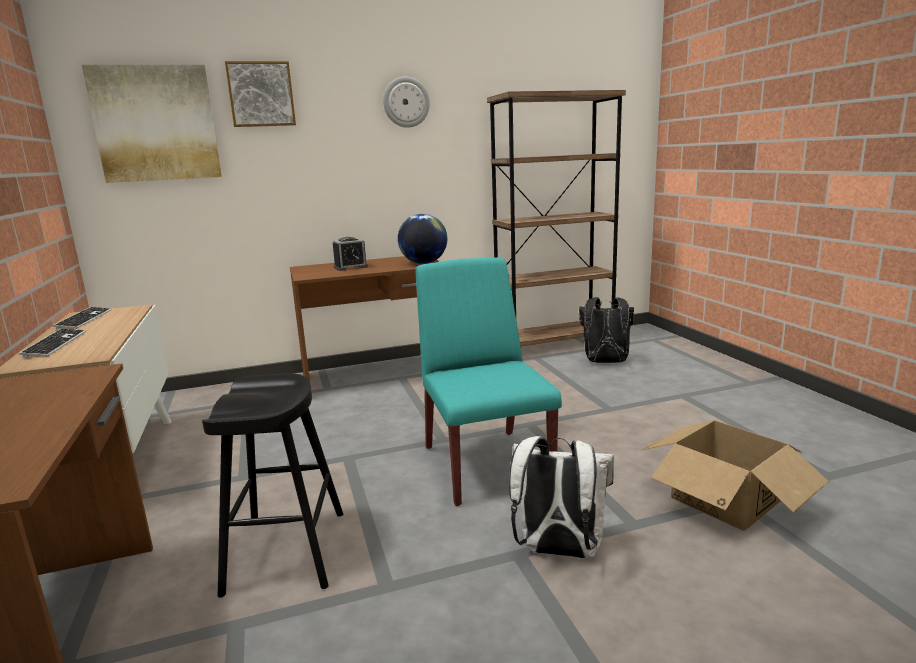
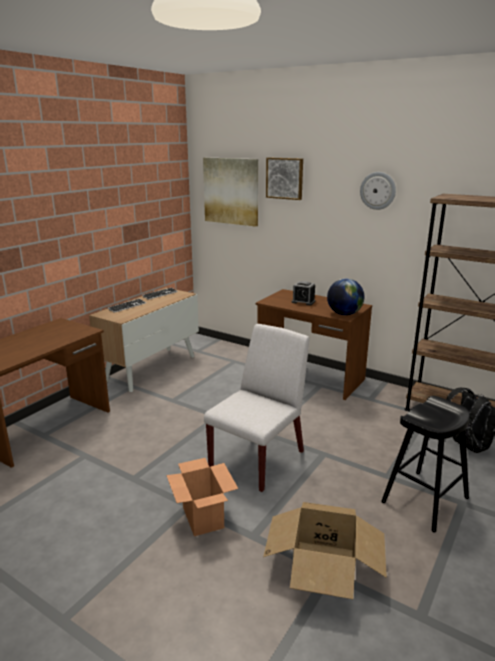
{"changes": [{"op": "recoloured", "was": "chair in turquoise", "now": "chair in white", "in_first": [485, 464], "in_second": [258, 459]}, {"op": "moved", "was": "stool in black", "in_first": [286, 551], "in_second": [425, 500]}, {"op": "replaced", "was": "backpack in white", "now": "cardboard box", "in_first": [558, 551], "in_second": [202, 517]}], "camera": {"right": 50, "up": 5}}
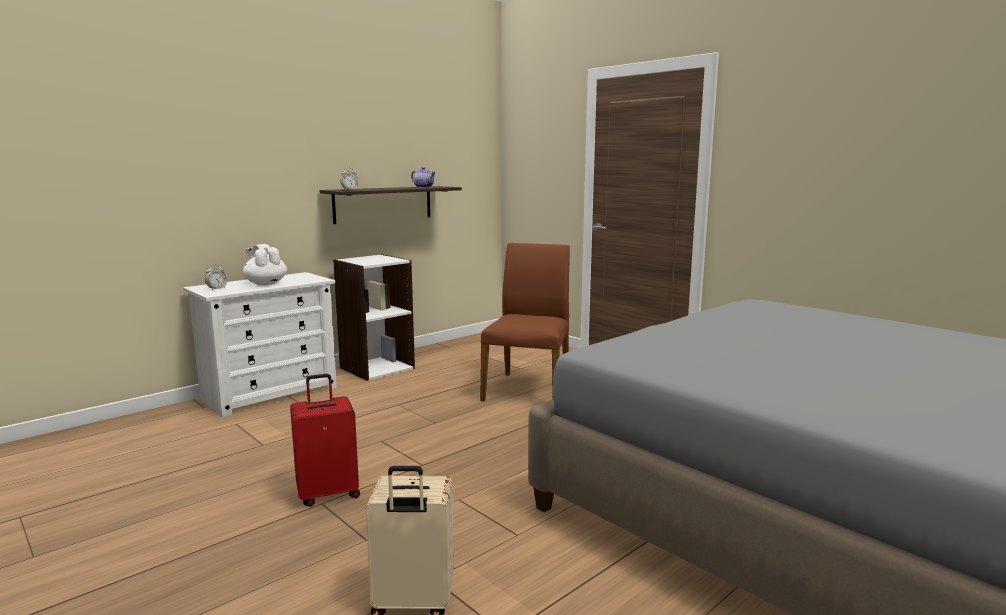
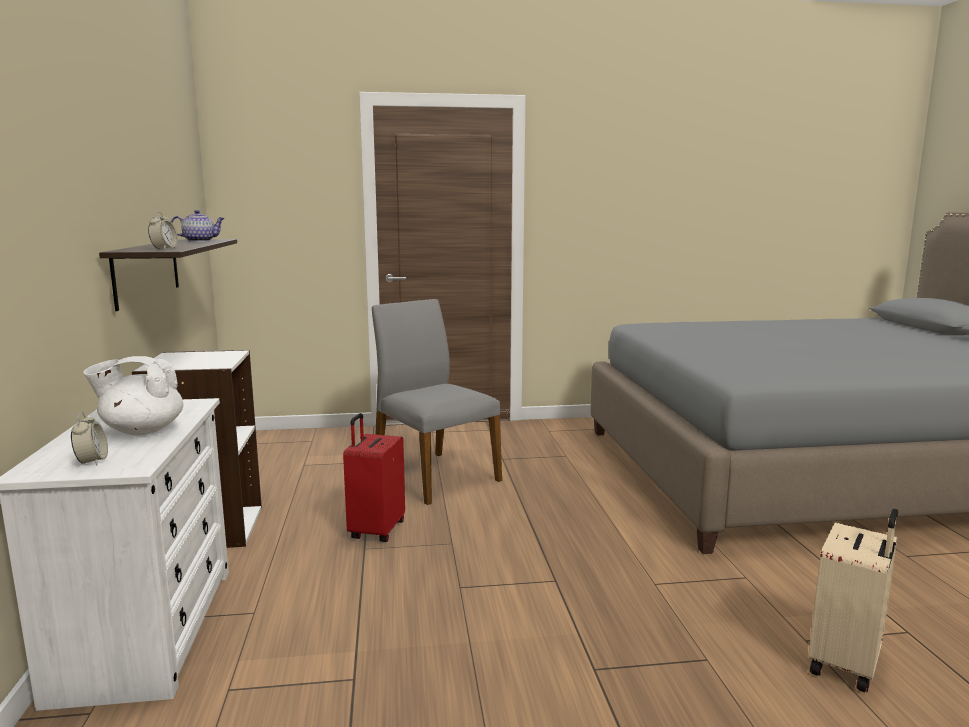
{"changes": [{"op": "recoloured", "was": "chair in brown", "now": "chair in grey", "in_first": [528, 389], "in_second": [434, 476]}, {"op": "moved", "was": "suitcase in red", "in_first": [328, 493], "in_second": [376, 531]}], "camera": {"right": -55, "up": 0}}
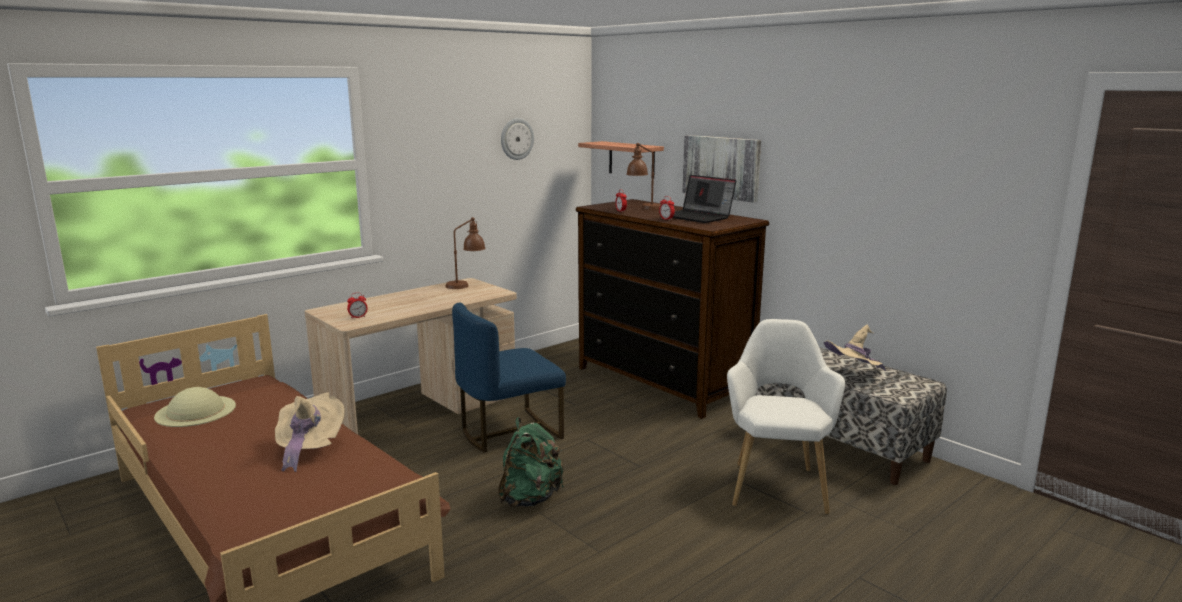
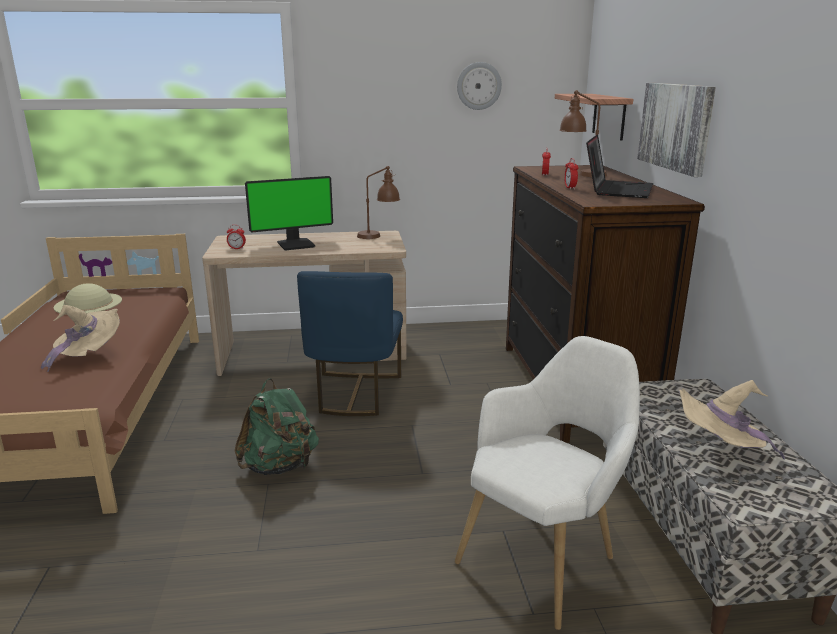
{"changes": [{"op": "turned", "was": "laptop", "in_first": [698, 217], "in_second": [617, 190], "clockwise": -150}, {"op": "turned", "was": "chair in blue", "in_first": [509, 432], "in_second": [355, 394], "clockwise": -90}, {"op": "added", "now": "monitor", "in_second": [296, 244]}], "camera": {"right": 35, "up": 5}}
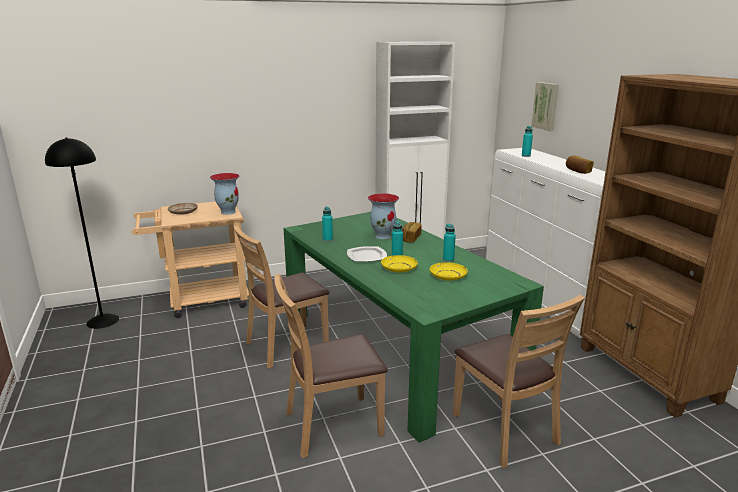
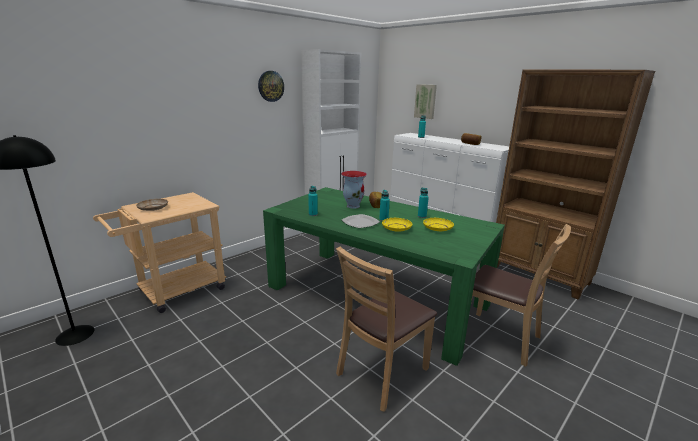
{"changes": [{"op": "removed", "was": "vase", "in_first": [228, 212]}, {"op": "removed", "was": "chair in brown", "in_first": [286, 345]}, {"op": "added", "now": "wall clock", "in_second": [270, 86]}], "camera": {"right": -25, "up": 0}}
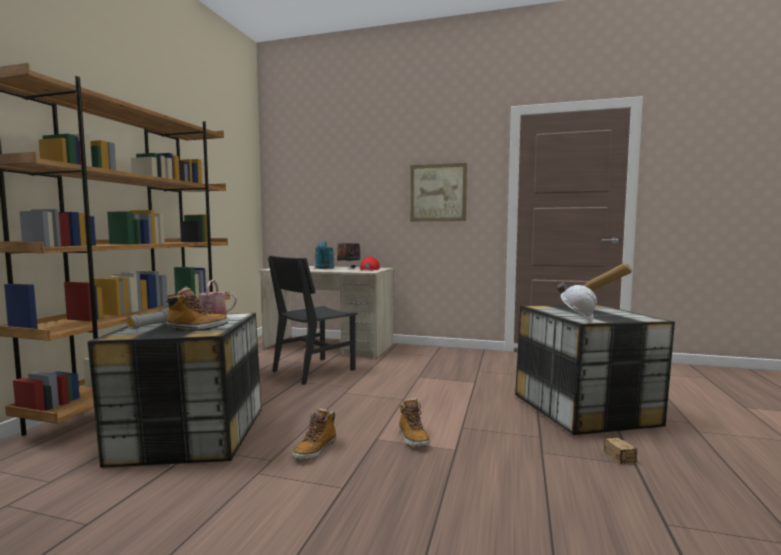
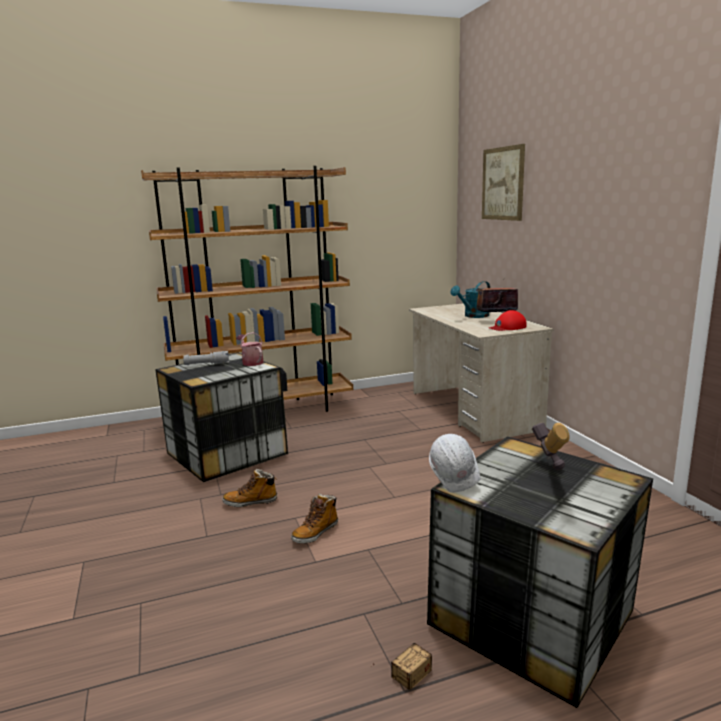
{"changes": [{"op": "moved", "was": "picture", "in_first": [438, 192], "in_second": [503, 183]}, {"op": "removed", "was": "chair in black", "in_first": [314, 370]}, {"op": "removed", "was": "boot", "in_first": [196, 328]}], "camera": {"right": 55, "up": 10}}
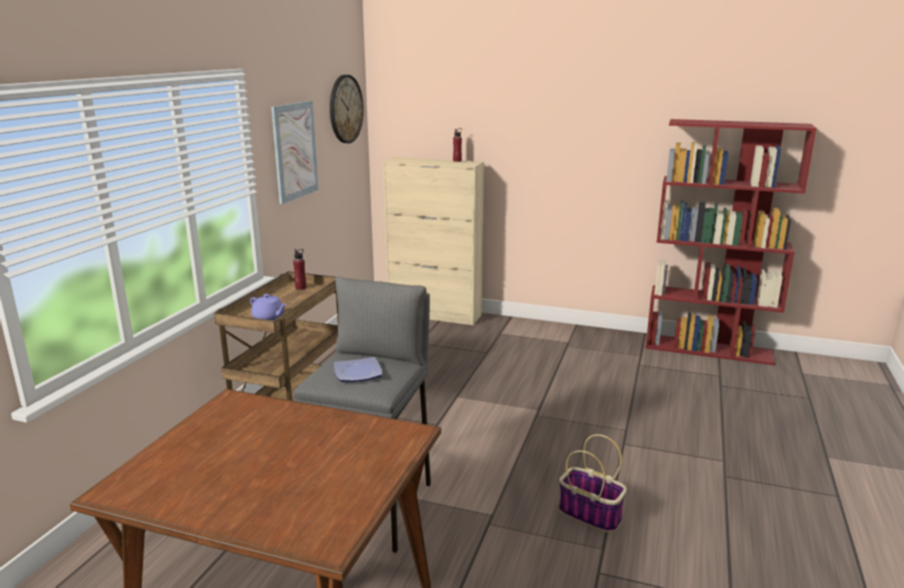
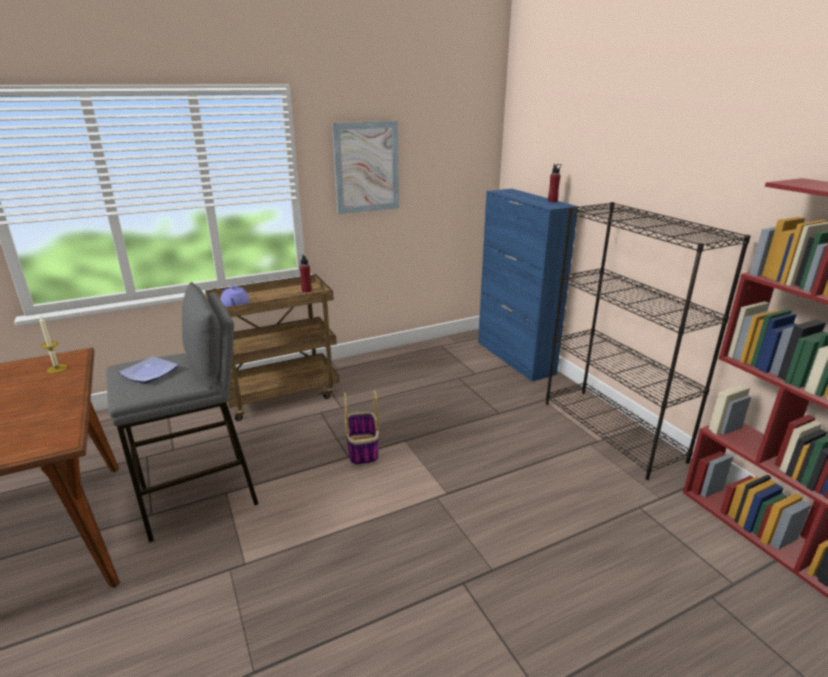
{"changes": [{"op": "removed", "was": "wall clock", "in_first": [345, 109]}, {"op": "recoloured", "was": "cabinet in beige", "now": "cabinet in blue", "in_first": [435, 314], "in_second": [515, 358]}, {"op": "moved", "was": "basket", "in_first": [591, 514], "in_second": [363, 450]}, {"op": "added", "now": "bookcase in black", "in_second": [612, 431]}, {"op": "added", "now": "candle", "in_second": [57, 369]}], "camera": {"right": 45, "up": 5}}
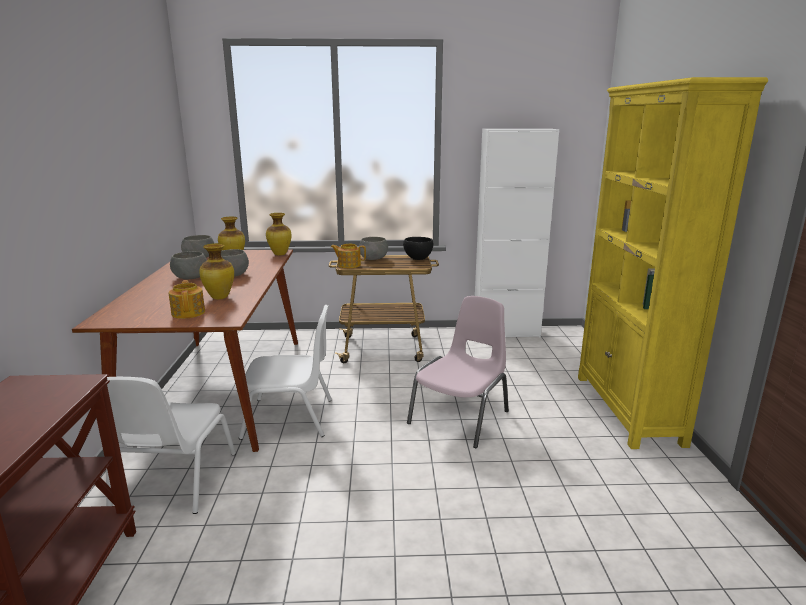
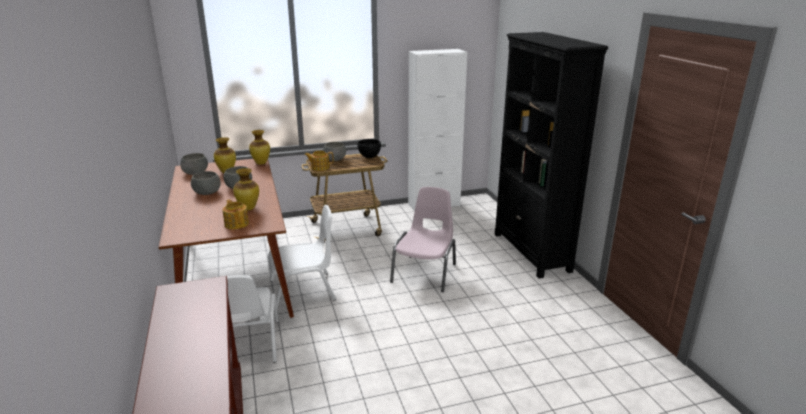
{"changes": [{"op": "recoloured", "was": "bookcase in yellow", "now": "bookcase in black", "in_first": [627, 409], "in_second": [531, 252]}], "camera": {"right": -15, "up": 5}}
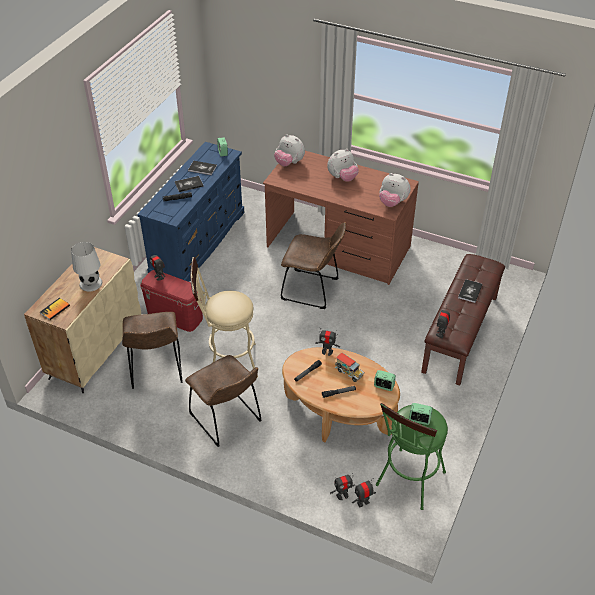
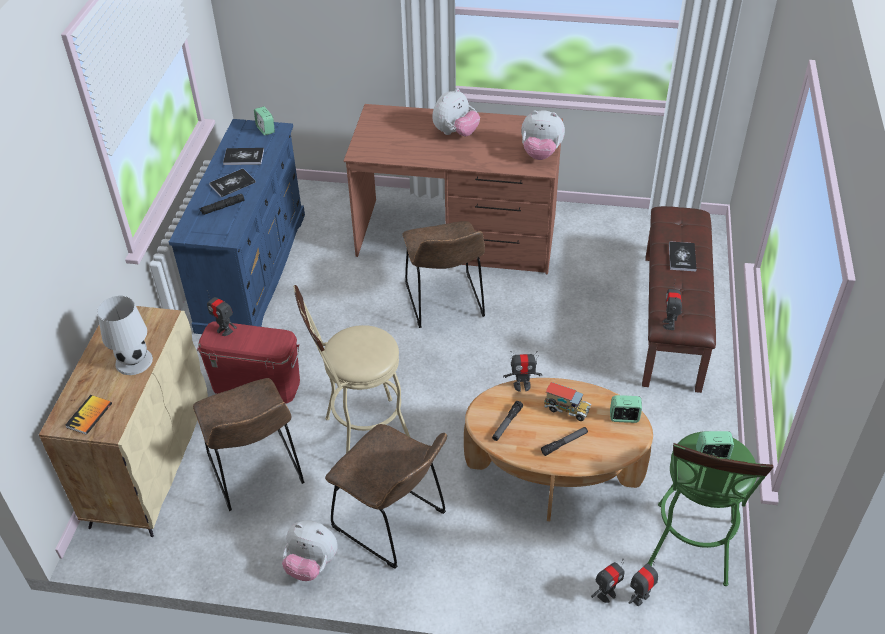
{"changes": [{"op": "moved", "was": "plush toy", "in_first": [289, 163], "in_second": [311, 564]}, {"op": "turned", "was": "chair in brown", "in_first": [313, 290], "in_second": [445, 303], "clockwise": 75}], "camera": {"right": -15, "up": 0}}
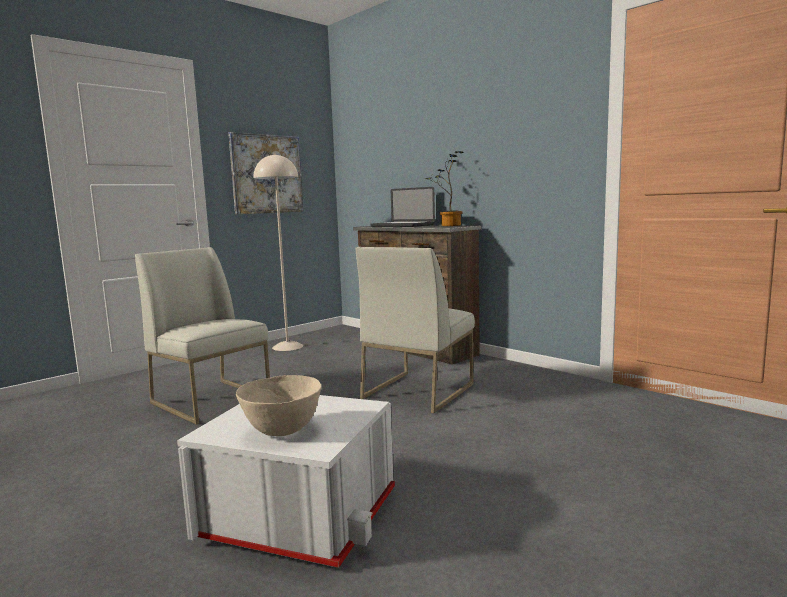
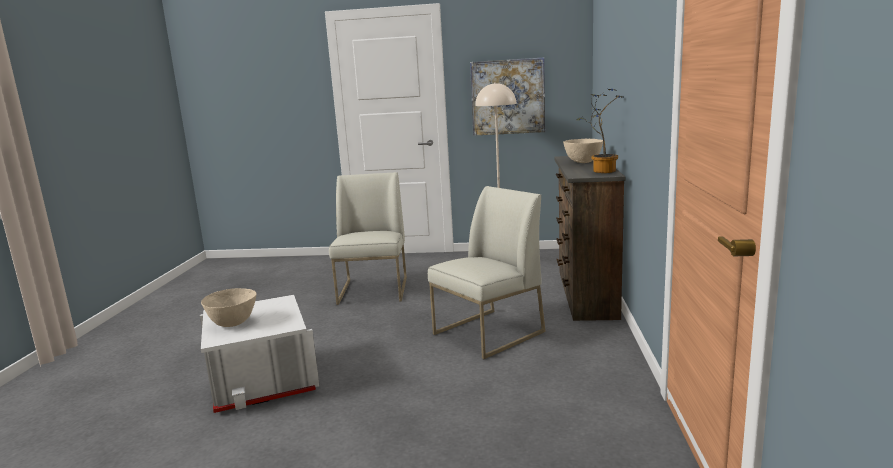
{"changes": [{"op": "replaced", "was": "laptop", "now": "bowl in beige", "in_first": [402, 225], "in_second": [583, 162]}, {"op": "turned", "was": "chair in white", "in_first": [418, 391], "in_second": [488, 333], "clockwise": 150}], "camera": {"right": 50, "up": 5}}
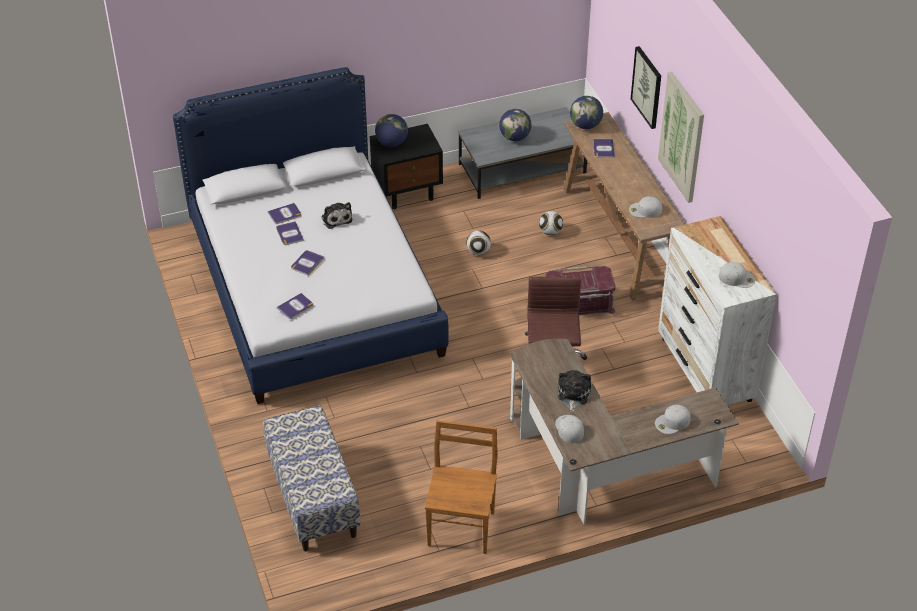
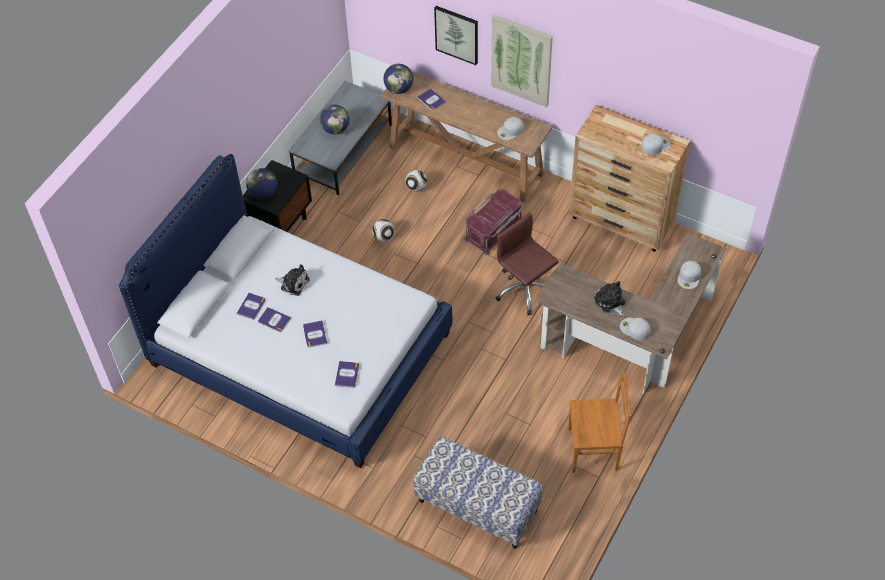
{"changes": [{"op": "recoloured", "was": "dresser in white", "now": "dresser in brown", "in_first": [705, 370], "in_second": [621, 221]}, {"op": "turned", "was": "chair in brown", "in_first": [461, 527], "in_second": [594, 449], "clockwise": 120}], "camera": {"right": -40, "up": 10}}
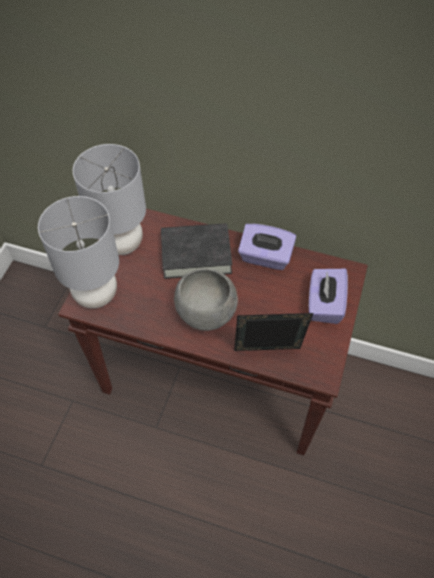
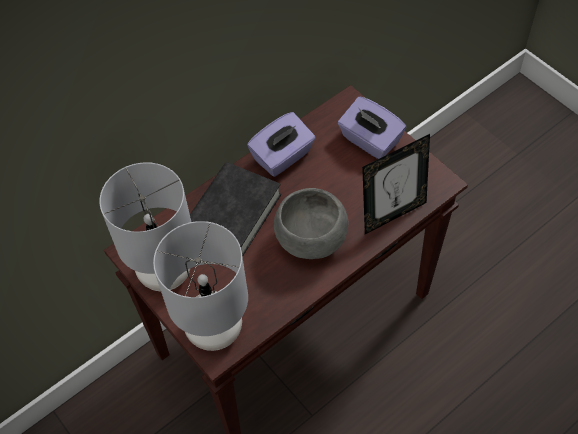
{"changes": [{"op": "turned", "was": "picture frame", "in_first": [267, 354], "in_second": [392, 214], "clockwise": -150}], "camera": {"right": -55, "up": 0}}
